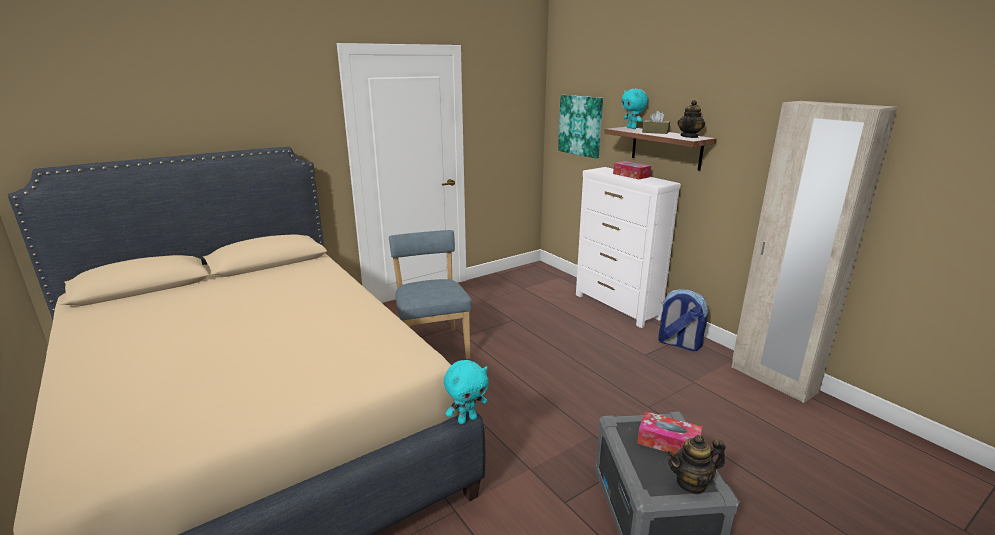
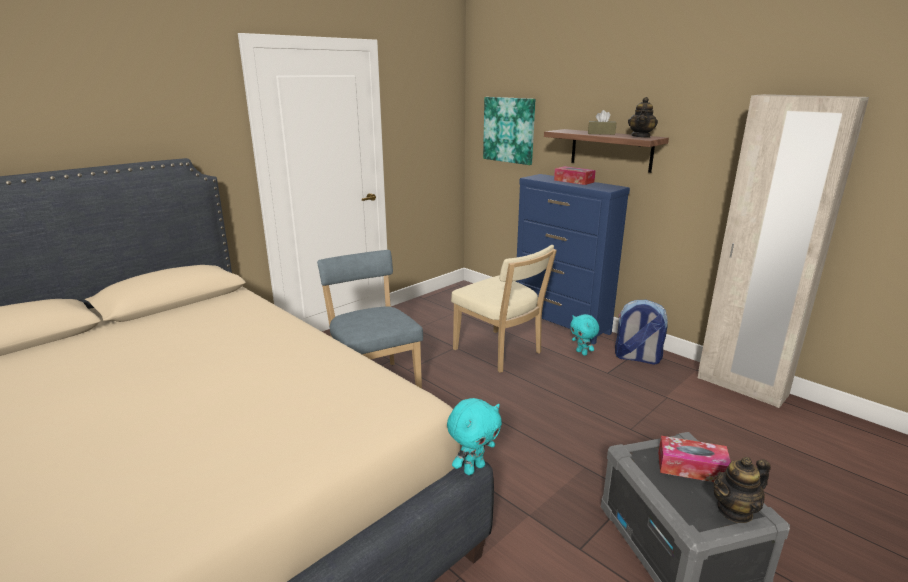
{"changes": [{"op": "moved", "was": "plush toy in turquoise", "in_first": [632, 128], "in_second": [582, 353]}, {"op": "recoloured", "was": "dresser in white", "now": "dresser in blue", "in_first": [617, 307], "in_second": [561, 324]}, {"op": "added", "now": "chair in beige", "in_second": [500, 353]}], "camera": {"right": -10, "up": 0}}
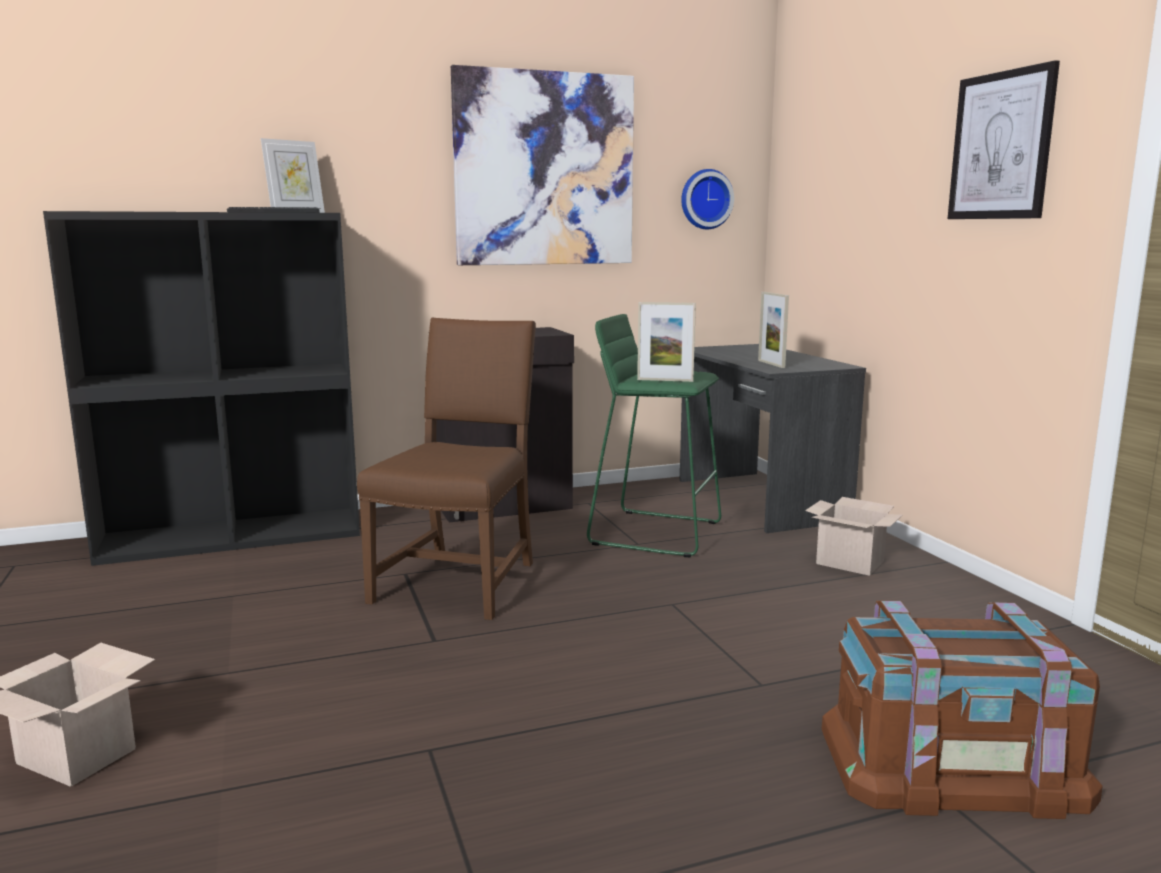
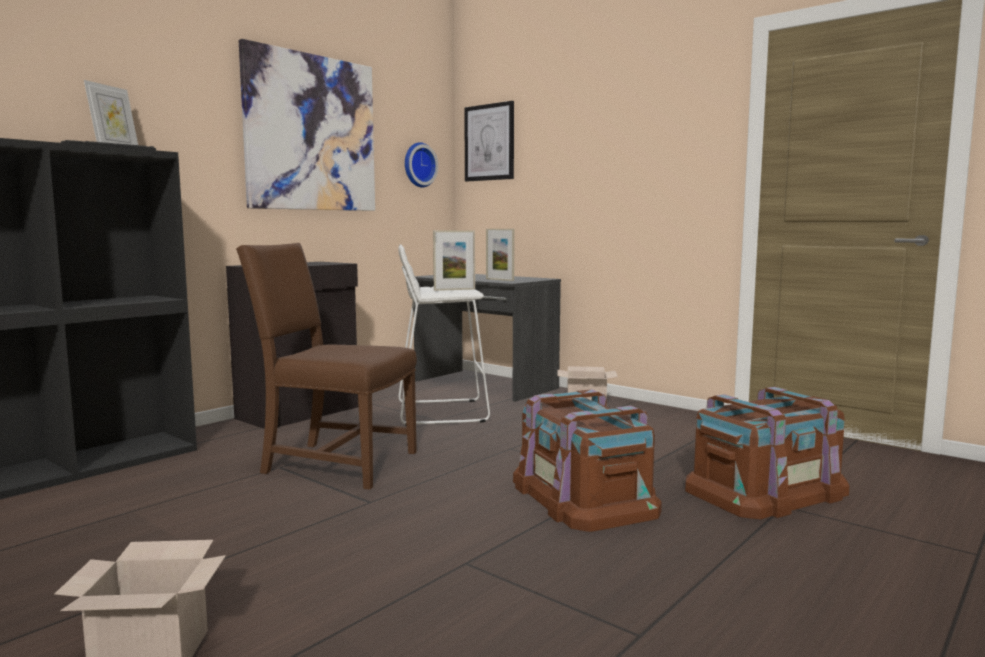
{"changes": [{"op": "moved", "was": "picture", "in_first": [1001, 146], "in_second": [489, 142]}, {"op": "recoloured", "was": "stool in green", "now": "stool in white", "in_first": [655, 533], "in_second": [441, 412]}, {"op": "turned", "was": "chair in brown", "in_first": [460, 581], "in_second": [335, 463], "clockwise": -60}, {"op": "added", "now": "storage box in brown", "in_second": [584, 496]}], "camera": {"right": -30, "up": -5}}
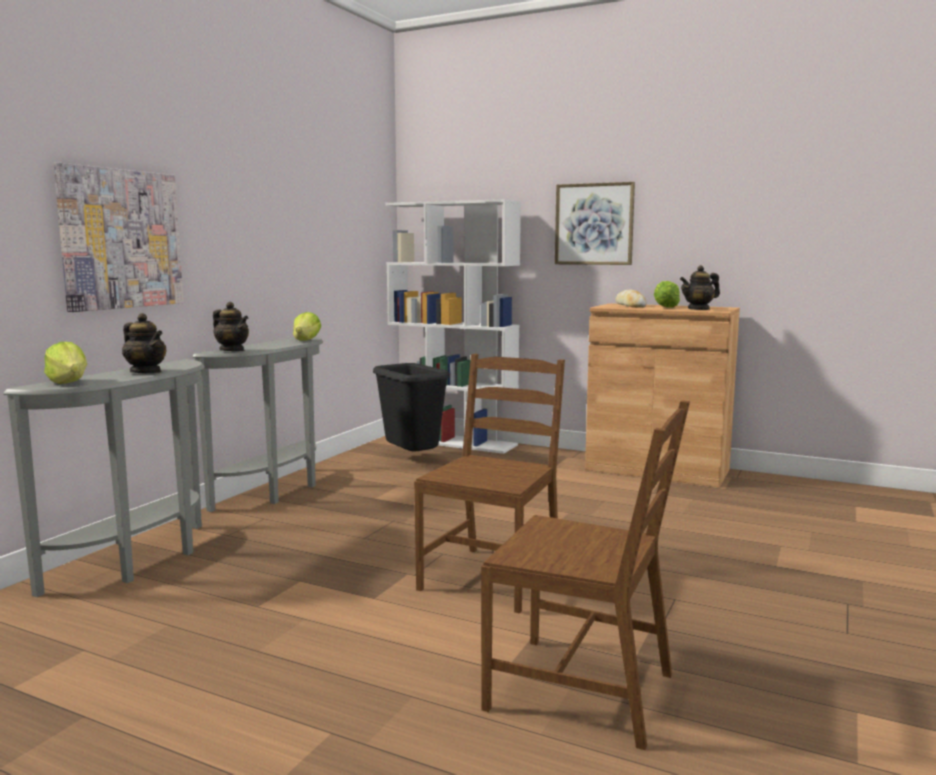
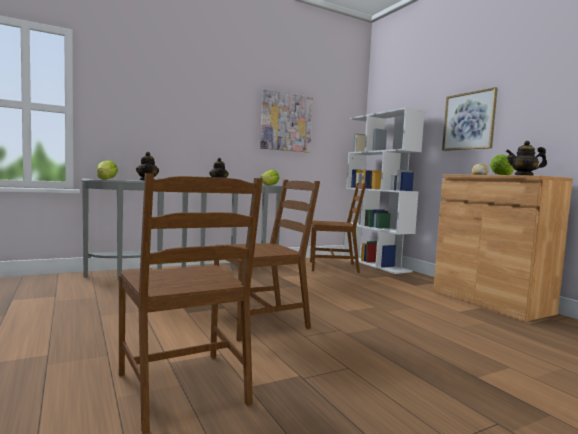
{"changes": [{"op": "moved", "was": "picture", "in_first": [121, 239], "in_second": [286, 122]}, {"op": "replaced", "was": "trash can in black", "now": "chair in brown", "in_first": [412, 461], "in_second": [334, 267]}], "camera": {"right": 35, "up": -5}}
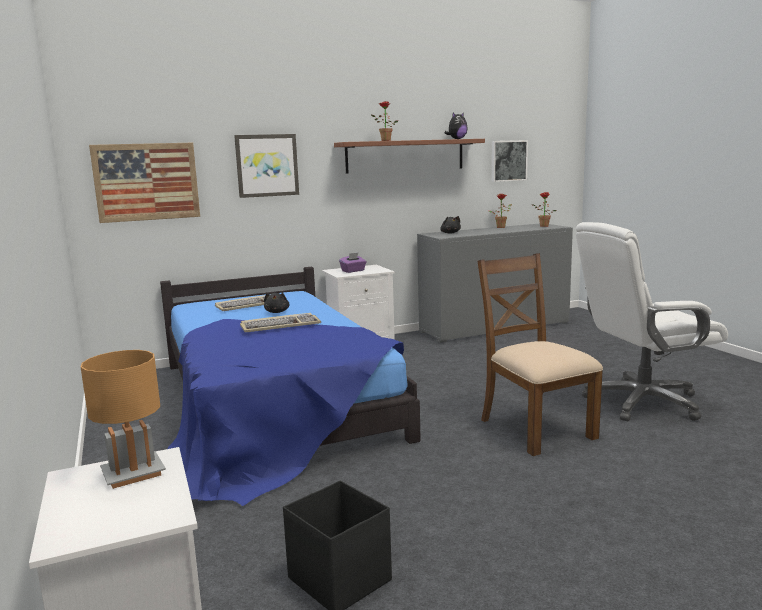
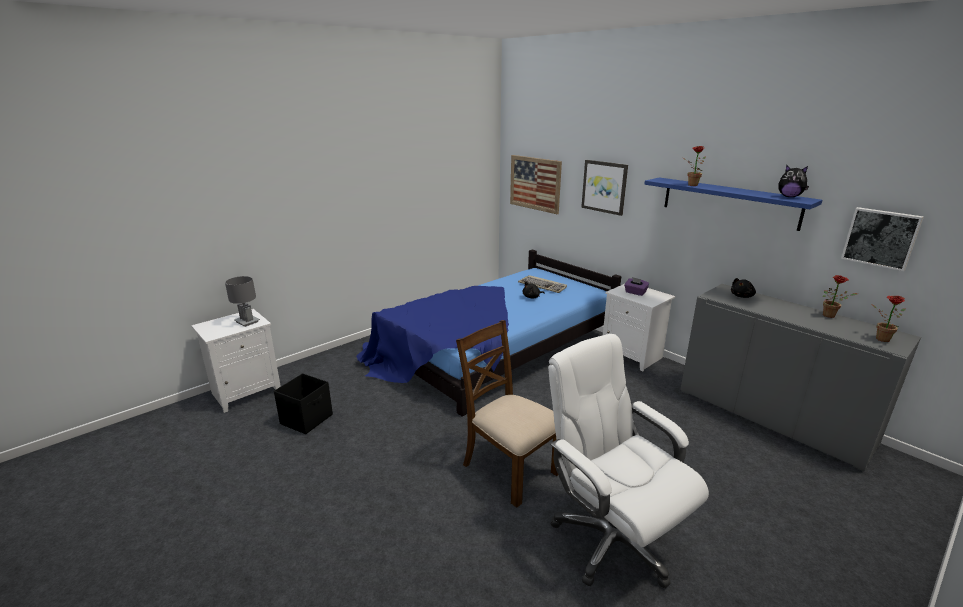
{"changes": [{"op": "recoloured", "was": "shelf in brown", "now": "shelf in blue", "in_first": [405, 156], "in_second": [729, 202]}, {"op": "turned", "was": "chair in brown", "in_first": [535, 428], "in_second": [509, 468], "clockwise": -90}, {"op": "removed", "was": "keyboard", "in_first": [280, 326]}, {"op": "recoloured", "was": "table lamp in brown", "now": "table lamp in grey", "in_first": [133, 474], "in_second": [247, 322]}], "camera": {"right": 70, "up": 10}}
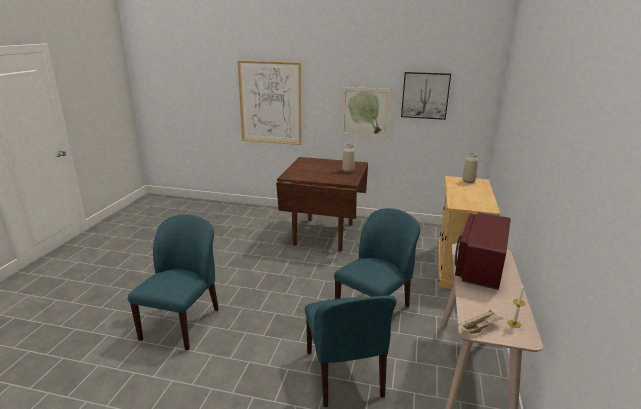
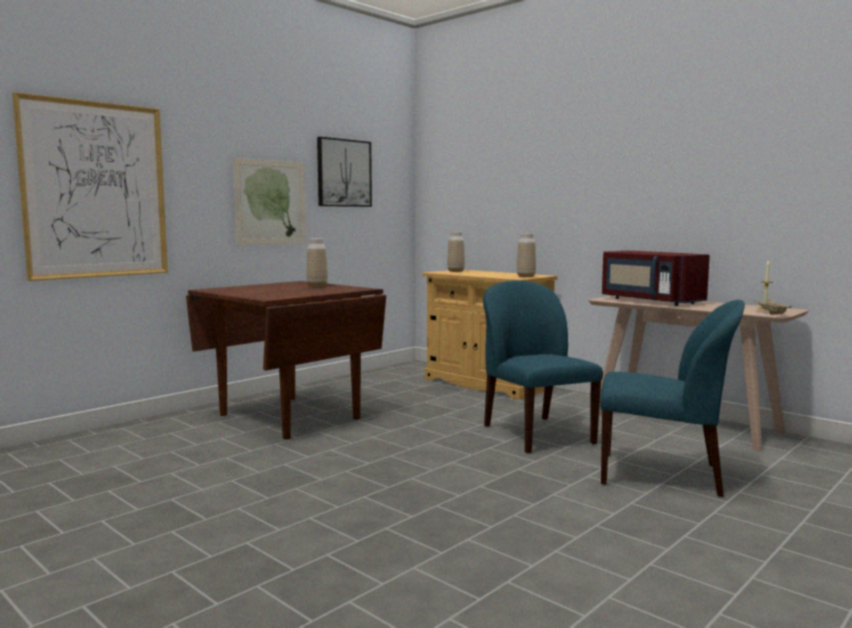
{"changes": [{"op": "removed", "was": "chair in blue", "in_first": [182, 323]}, {"op": "added", "now": "vase", "in_second": [526, 276]}], "camera": {"right": -60, "up": -15}}
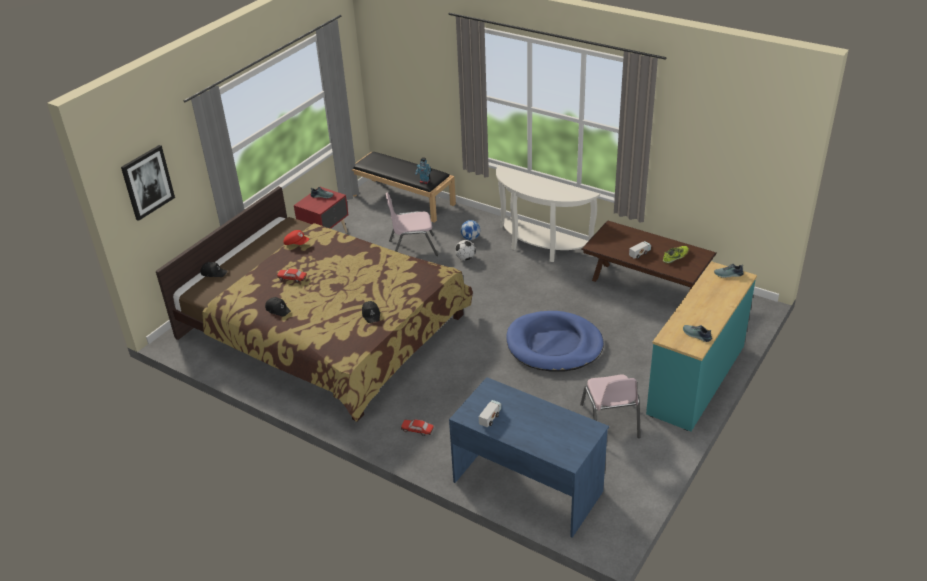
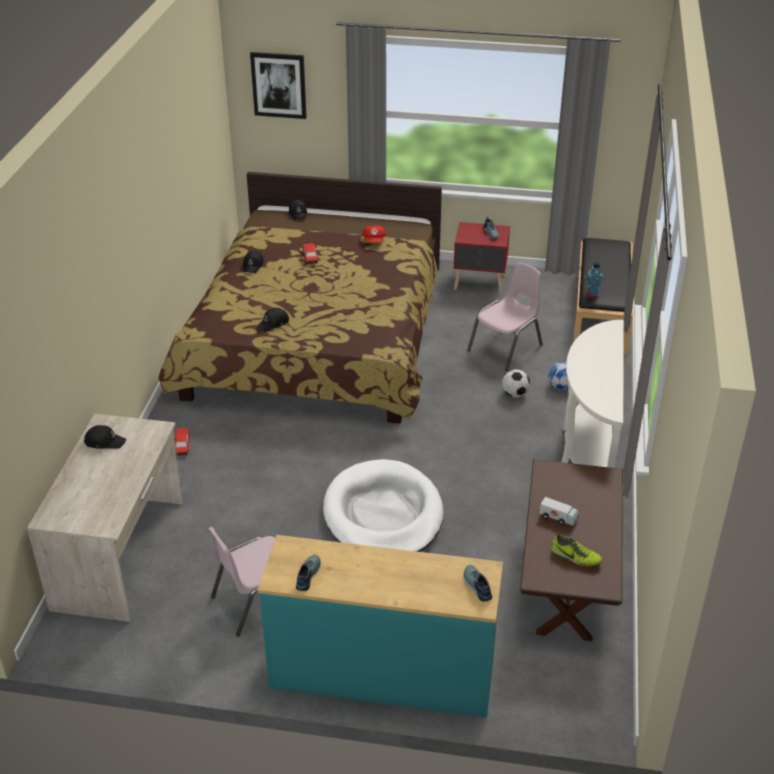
{"changes": [{"op": "turned", "was": "chair in pink", "in_first": [412, 248], "in_second": [506, 348], "clockwise": 75}, {"op": "recoloured", "was": "dog bed in blue", "now": "dog bed in white", "in_first": [554, 345], "in_second": [383, 515]}, {"op": "recoloured", "was": "desk in blue", "now": "desk in beige", "in_first": [528, 486], "in_second": [121, 554]}, {"op": "replaced", "was": "toy truck", "now": "cap in black", "in_first": [490, 417], "in_second": [104, 442]}], "camera": {"right": 65, "up": 0}}
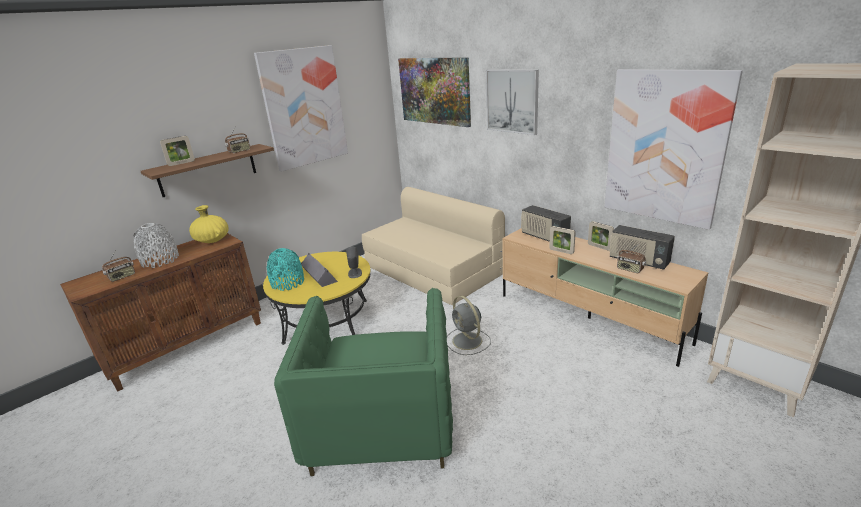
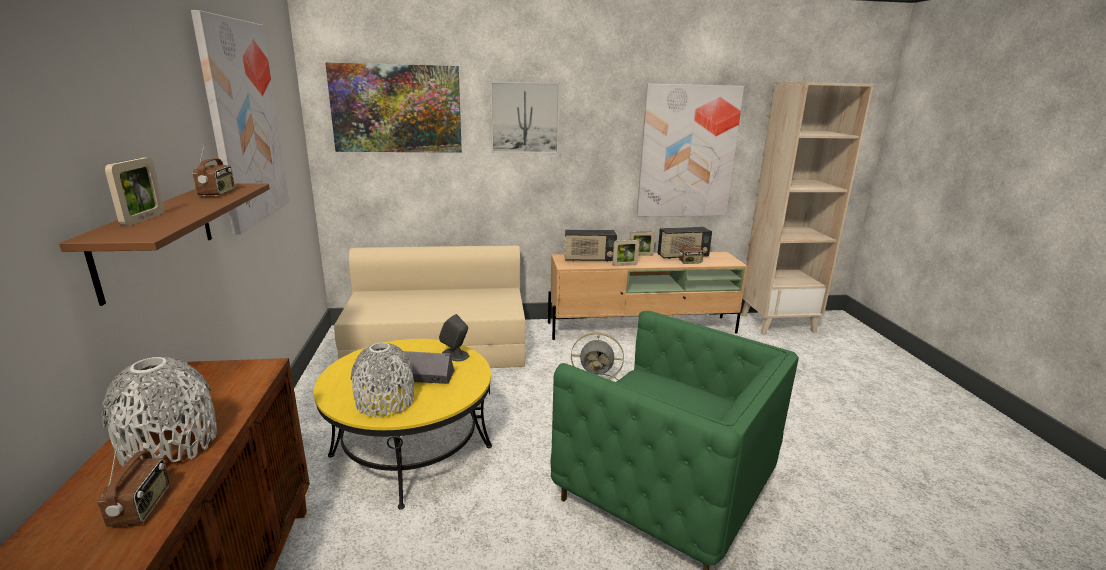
{"changes": [{"op": "removed", "was": "vase in yellow", "in_first": [212, 241]}, {"op": "recoloured", "was": "vase in turquoise", "now": "vase in grey", "in_first": [287, 283], "in_second": [385, 402]}], "camera": {"right": -55, "up": -5}}
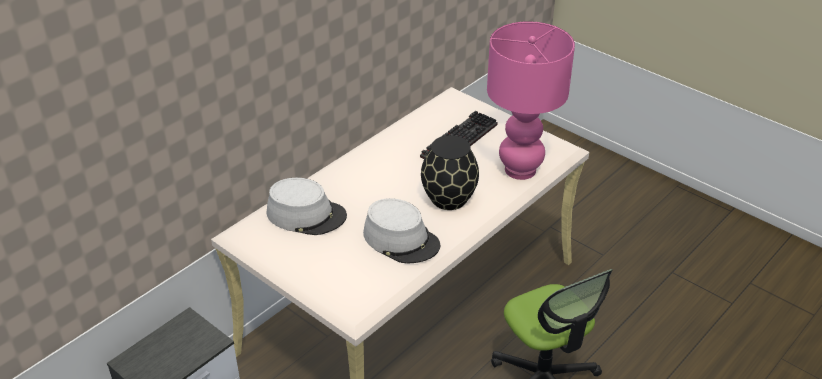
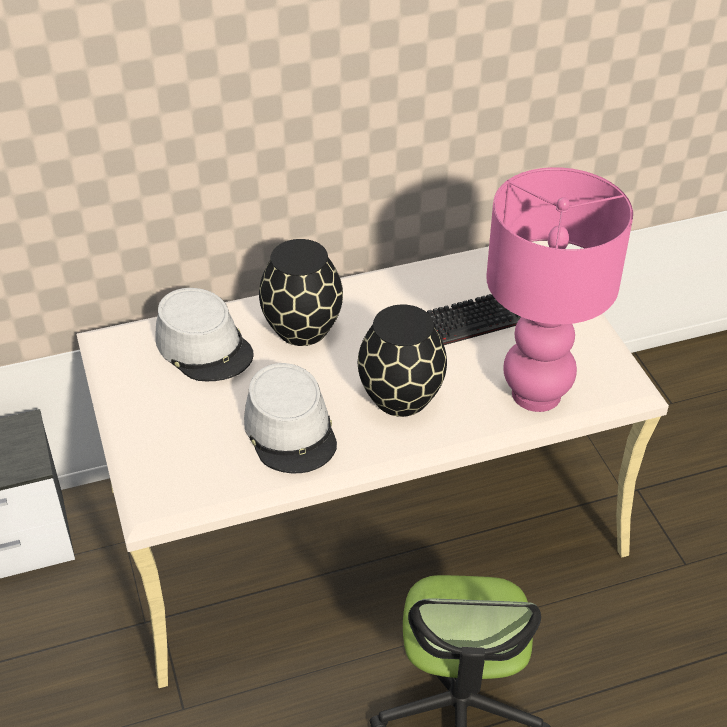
{"changes": [{"op": "added", "now": "vase in black", "in_second": [302, 330]}], "camera": {"right": 30, "up": 5}}
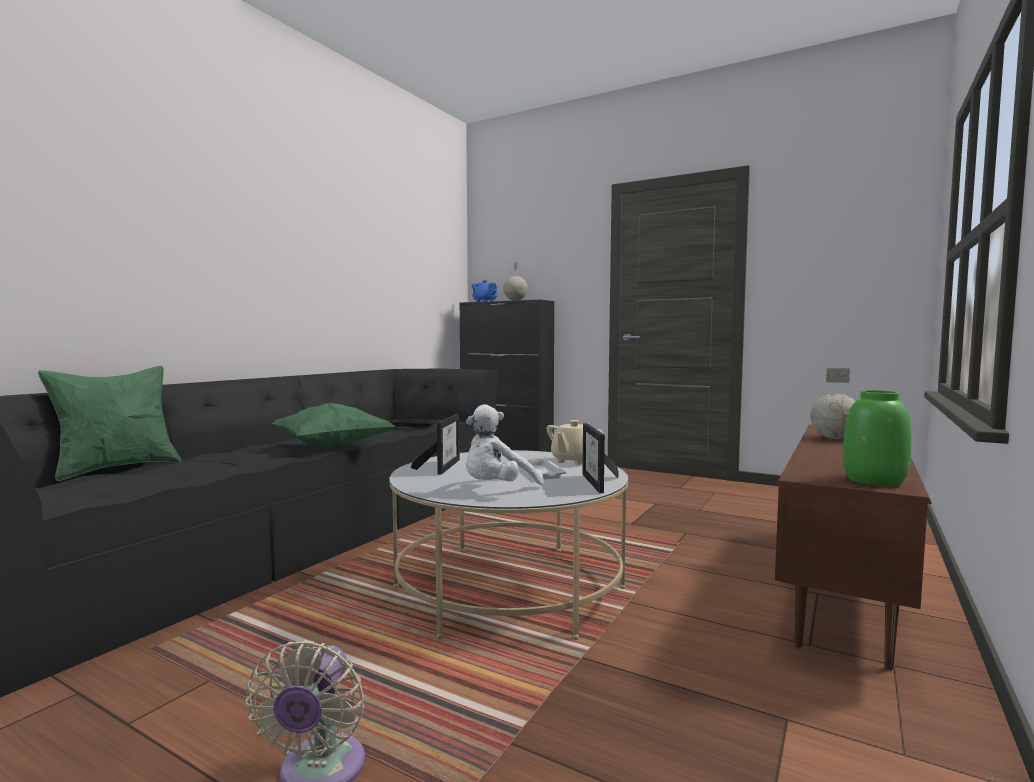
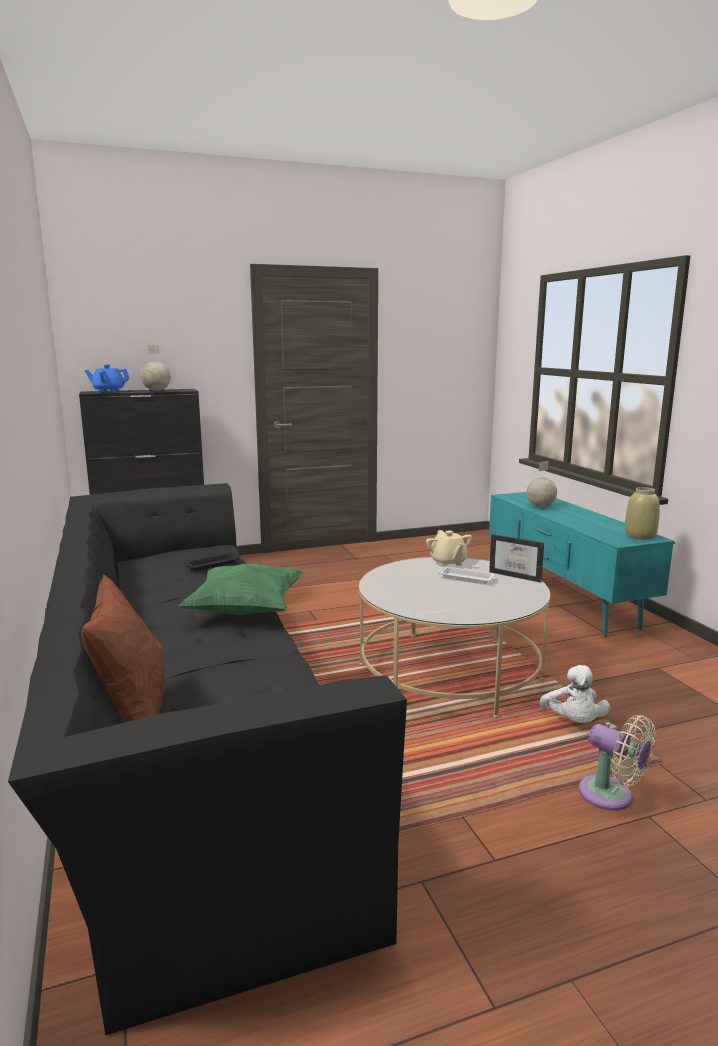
{"changes": [{"op": "recoloured", "was": "pillow in green", "now": "pillow in brown", "in_first": [117, 469], "in_second": [132, 718]}, {"op": "recoloured", "was": "vase in green", "now": "vase in beige", "in_first": [873, 481], "in_second": [639, 536]}, {"op": "moved", "was": "plush toy in white", "in_first": [497, 489], "in_second": [573, 722]}, {"op": "removed", "was": "picture frame", "in_first": [443, 466]}, {"op": "recoloured", "was": "tv stand in brown", "now": "tv stand in turquoise", "in_first": [842, 591], "in_second": [563, 599]}], "camera": {"right": -50, "up": 10}}
